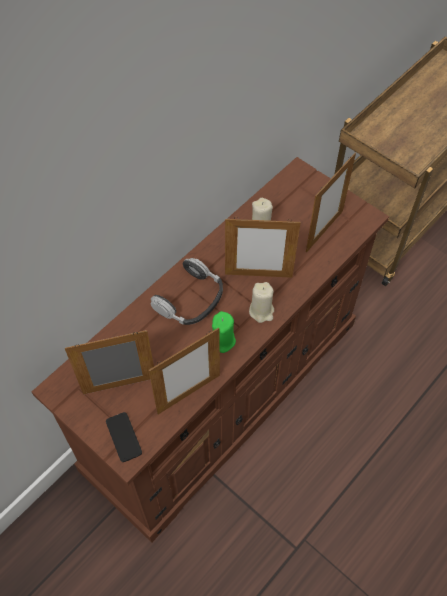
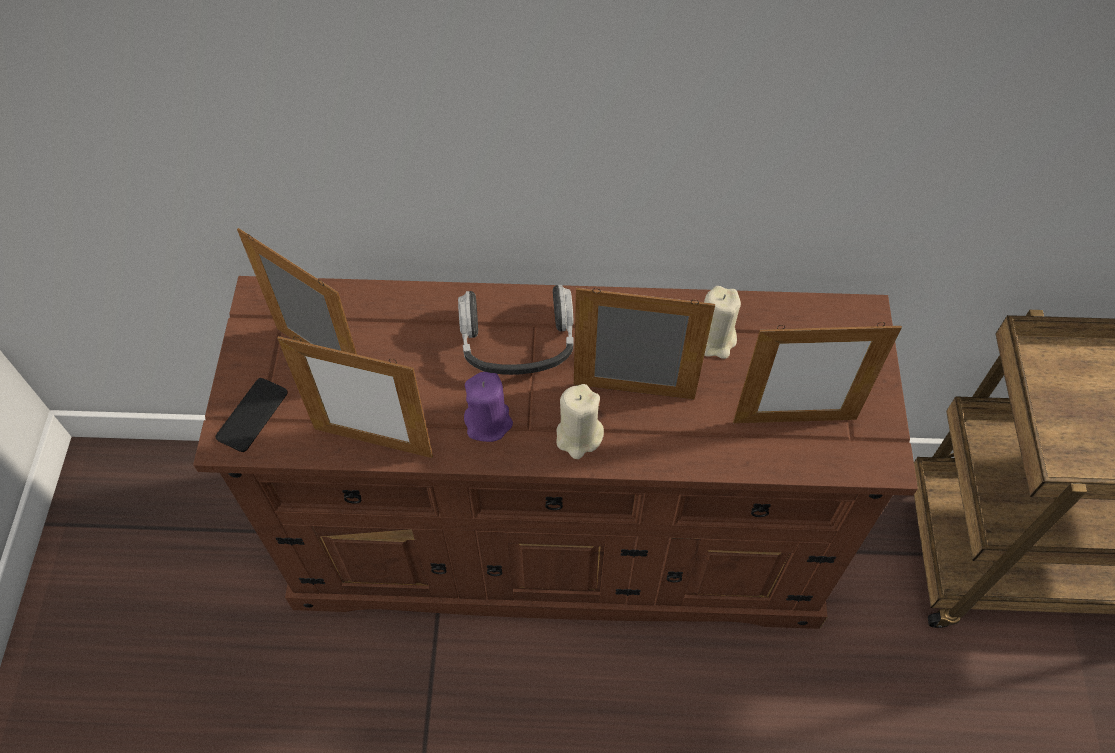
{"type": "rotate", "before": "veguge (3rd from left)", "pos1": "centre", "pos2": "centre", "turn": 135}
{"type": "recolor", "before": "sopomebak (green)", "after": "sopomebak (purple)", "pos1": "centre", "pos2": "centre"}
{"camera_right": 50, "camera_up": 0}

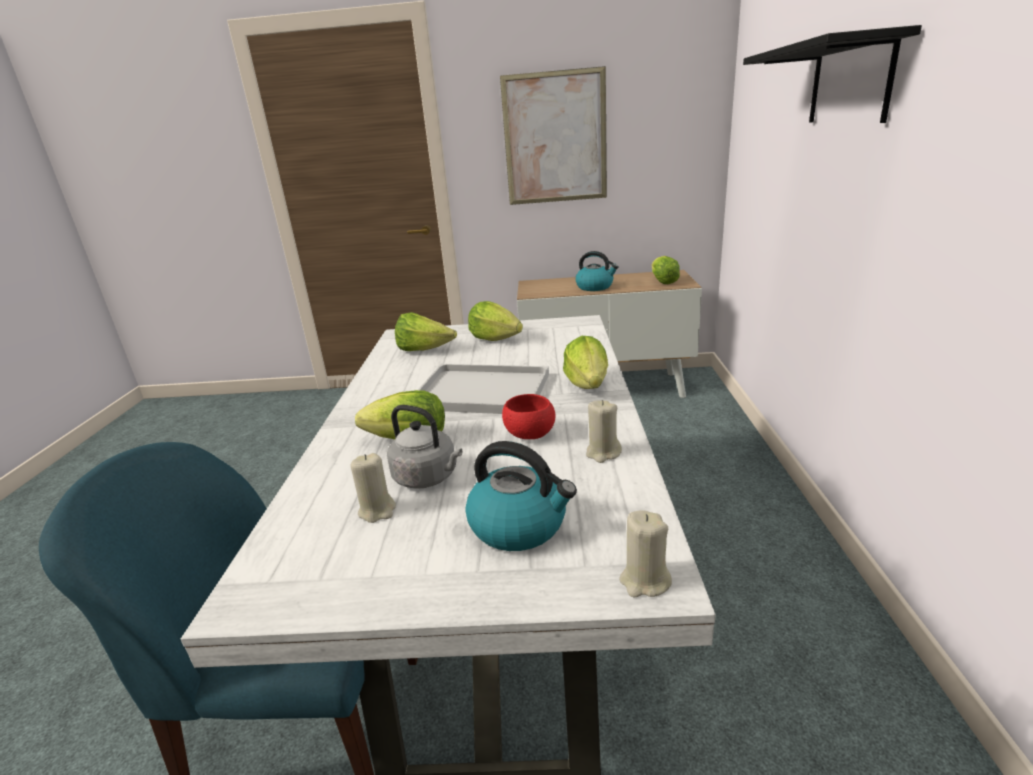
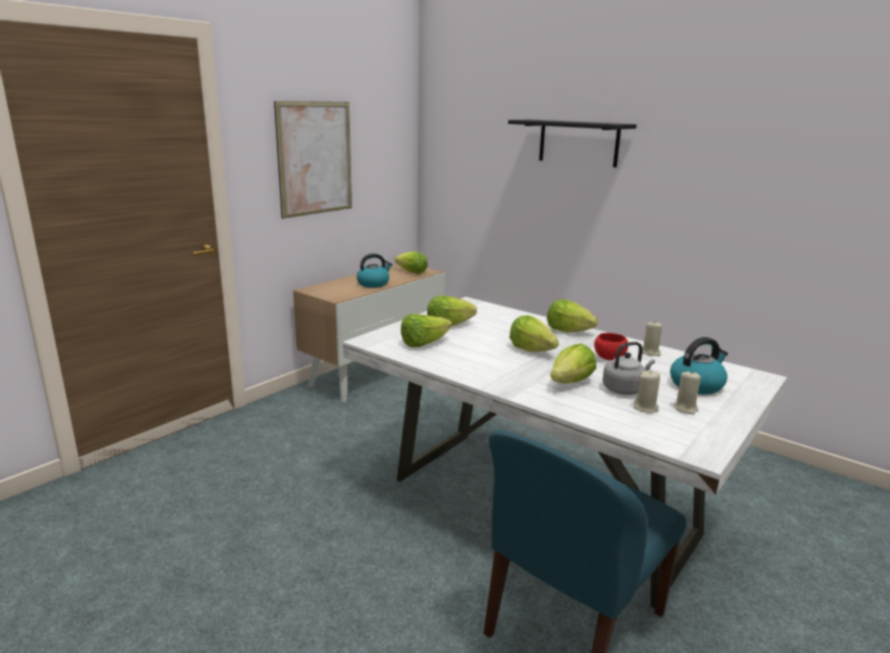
{"type": "replace", "before": "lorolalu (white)", "after": "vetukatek (4th from left)", "pos1": "centre", "pos2": "centre"}
{"type": "move", "before": "sopomebak (beige) (3rd from left)", "pos1": "bottom centre", "pos2": "middle right"}
{"camera_right": -55, "camera_up": -5}

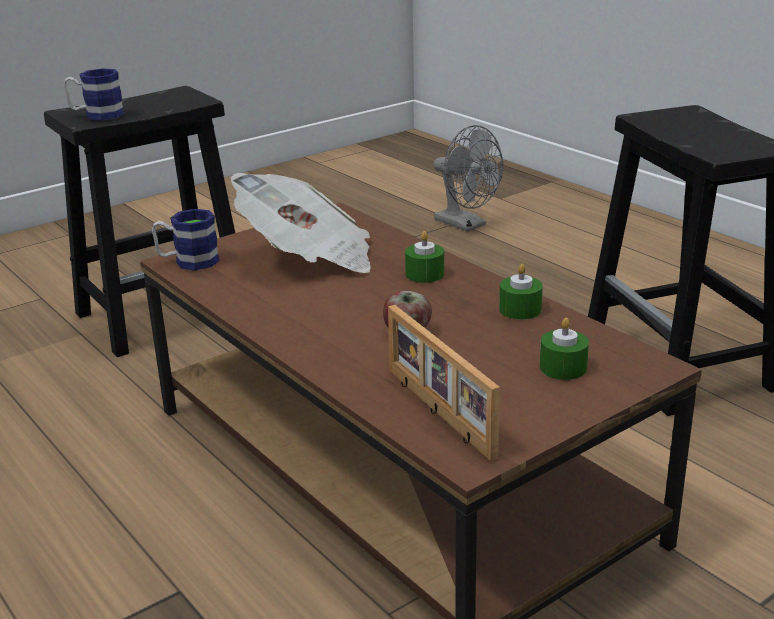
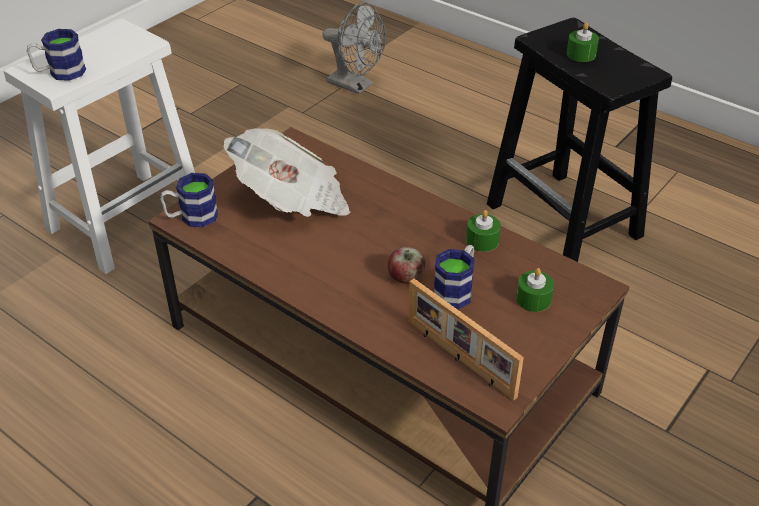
{"type": "recolor", "before": "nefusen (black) (1st from left)", "after": "nefusen (white)", "pos1": "middle left", "pos2": "top left"}
{"type": "move", "before": "sopomebak (green) (1st from left in the first image)", "after": "sopomebak (green) (3rd from left)", "pos1": "centre", "pos2": "top right"}
{"type": "insert", "after": "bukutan (3rd from left)", "pos2": "centre"}
{"camera_right": -15, "camera_up": 15}

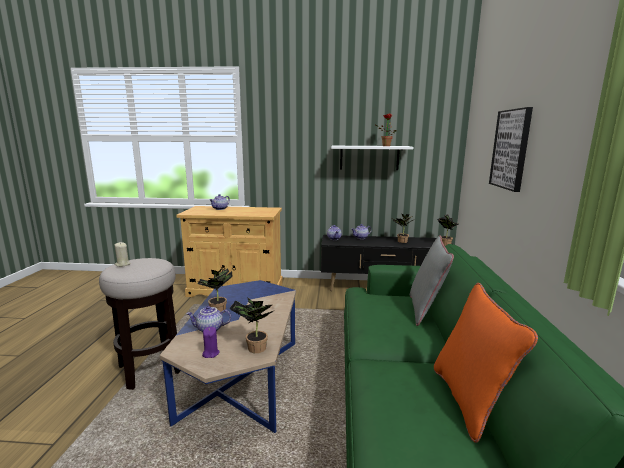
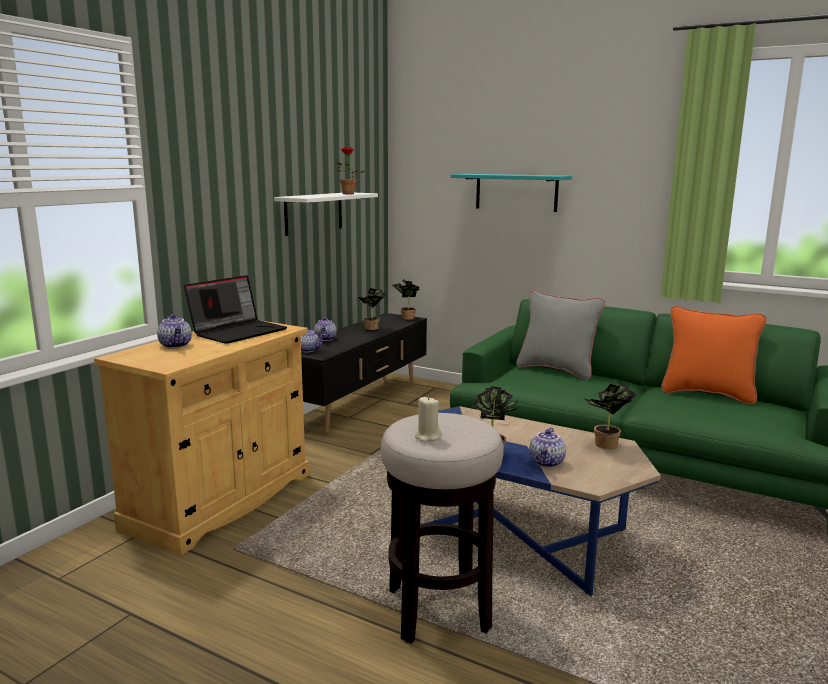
{"type": "replace", "before": "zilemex", "after": "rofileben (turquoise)", "pos1": "top right", "pos2": "top centre"}
{"type": "delete", "before": "sopomebak (purple)", "pos1": "bottom centre"}
{"type": "insert", "after": "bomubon", "pos2": "middle left"}
{"camera_right": -65, "camera_up": 0}

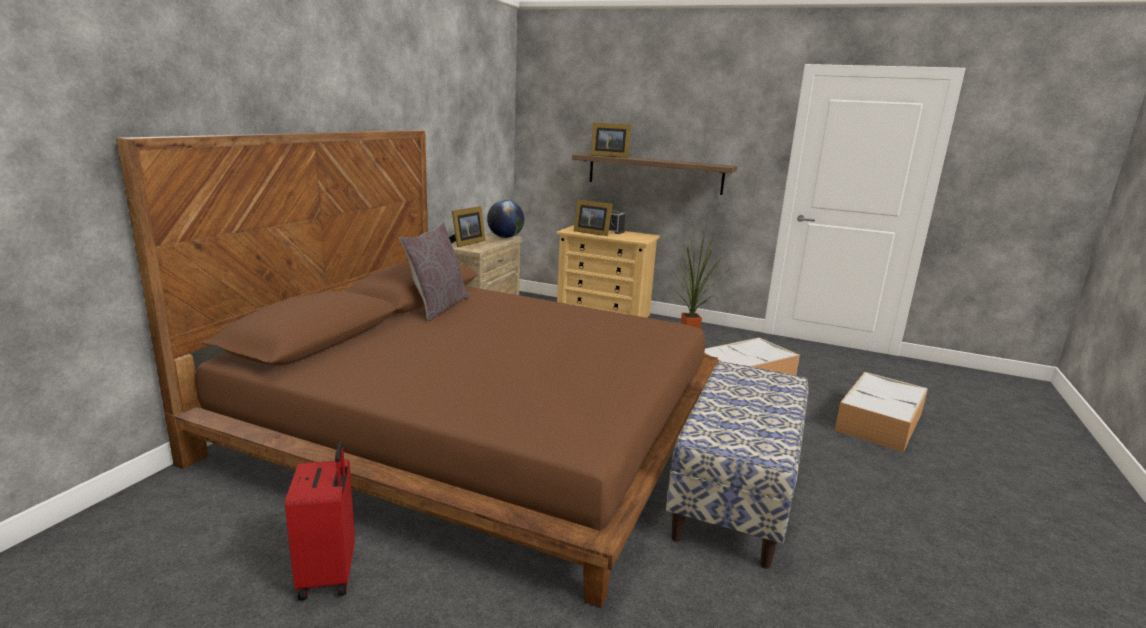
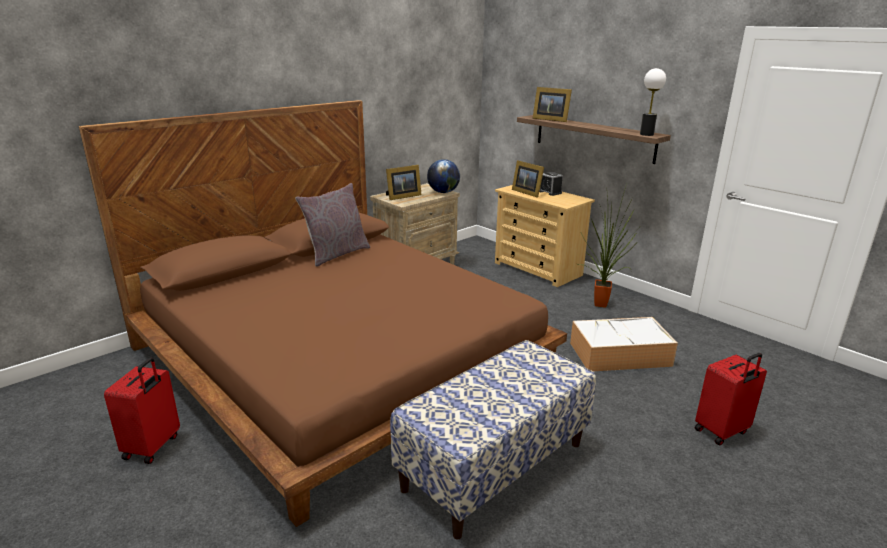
{"type": "replace", "before": "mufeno (2nd from left)", "after": "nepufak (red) (2nd from left)", "pos1": "middle right", "pos2": "bottom right"}
{"type": "insert", "after": "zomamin", "pos2": "top right"}
{"camera_right": 25, "camera_up": 5}

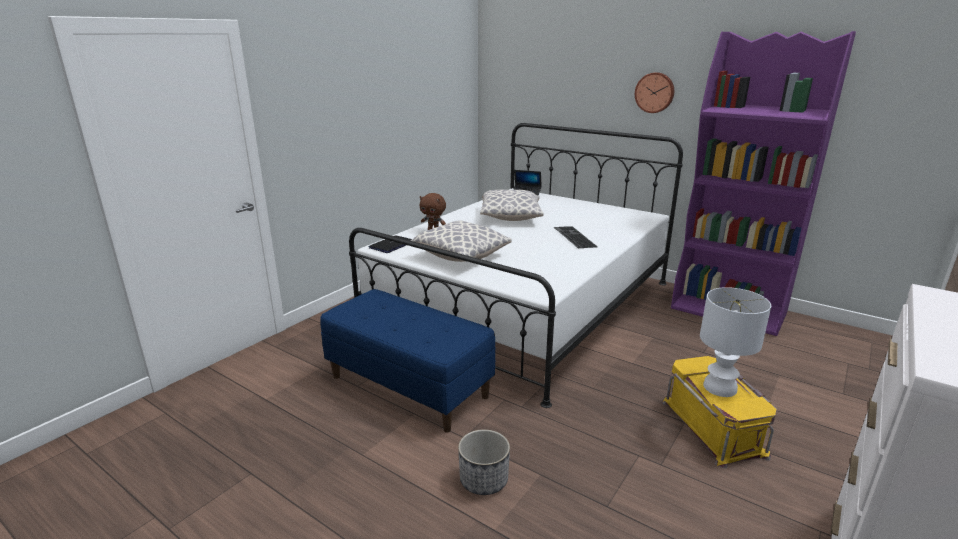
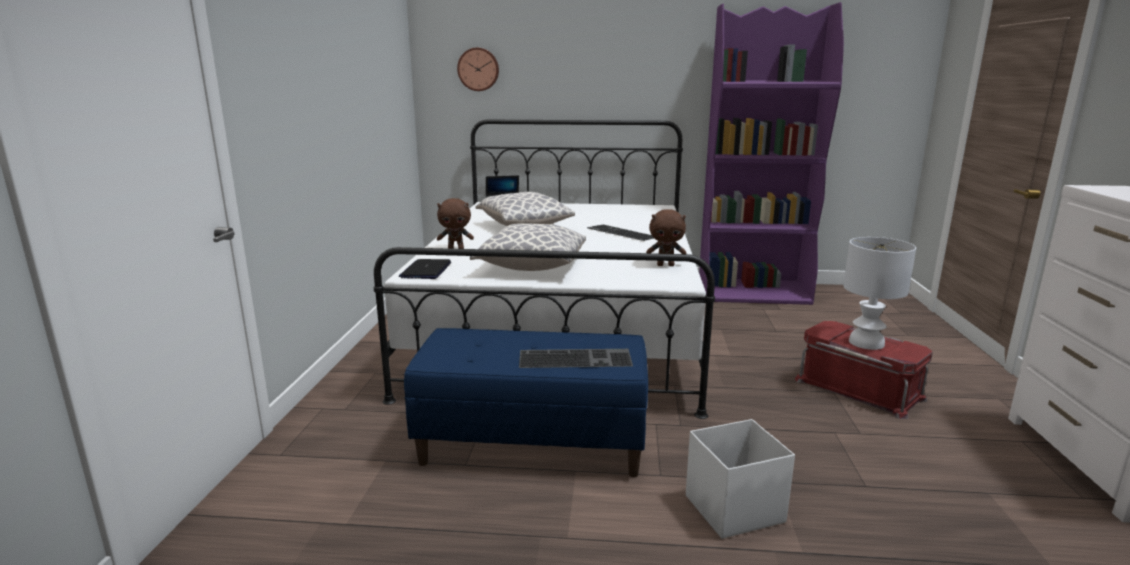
{"type": "move", "before": "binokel", "pos1": "top right", "pos2": "top centre"}
{"type": "recolor", "before": "mufeno (yellow)", "after": "mufeno (red)", "pos1": "bottom right", "pos2": "middle right"}
{"type": "replace", "before": "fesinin", "after": "mufeno (white)", "pos1": "bottom centre", "pos2": "bottom centre"}
{"type": "insert", "after": "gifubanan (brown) (2nd from left)", "pos2": "centre"}
{"type": "insert", "after": "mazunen (1st from left)", "pos2": "centre"}
{"camera_right": -30, "camera_up": -5}

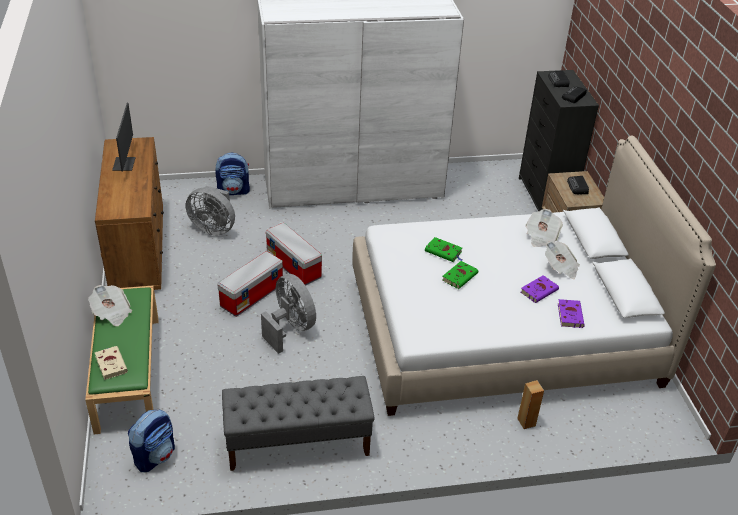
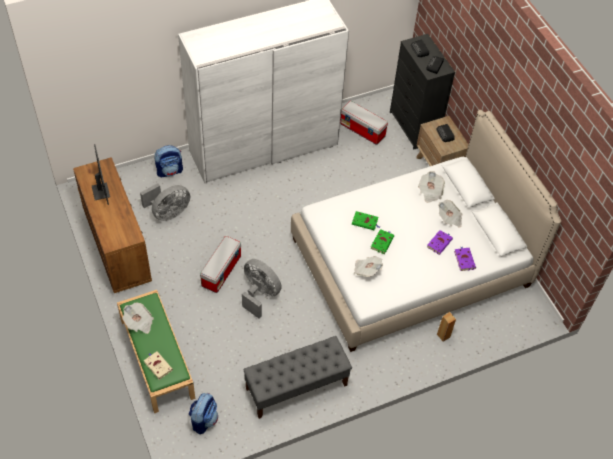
{"type": "rotate", "before": "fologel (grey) (1st from left)", "pos1": "middle left", "pos2": "middle left", "turn": -45}
{"type": "move", "before": "mufeno (2nd from left)", "pos1": "centre", "pos2": "top centre"}
{"type": "insert", "after": "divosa (2nd from left)", "pos2": "centre"}
{"camera_right": -15, "camera_up": 15}

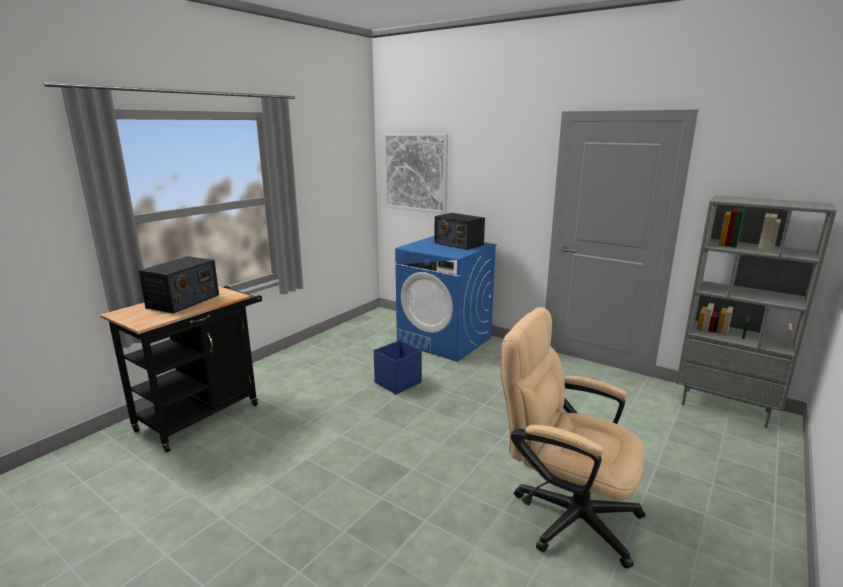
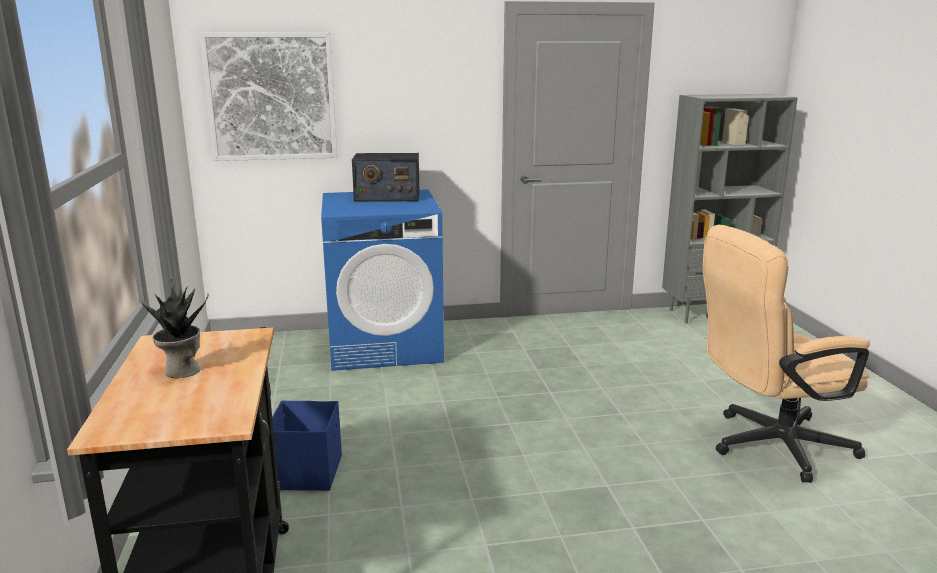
{"type": "replace", "before": "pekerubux (1st from left)", "after": "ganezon", "pos1": "middle left", "pos2": "middle left"}
{"type": "move", "before": "mufeno (blue)", "pos1": "centre", "pos2": "bottom left"}
{"camera_right": -45, "camera_up": 0}

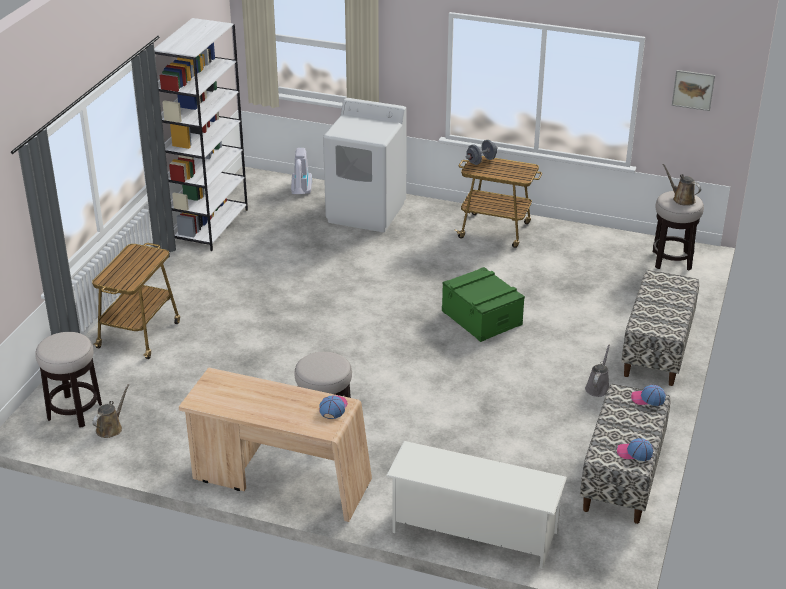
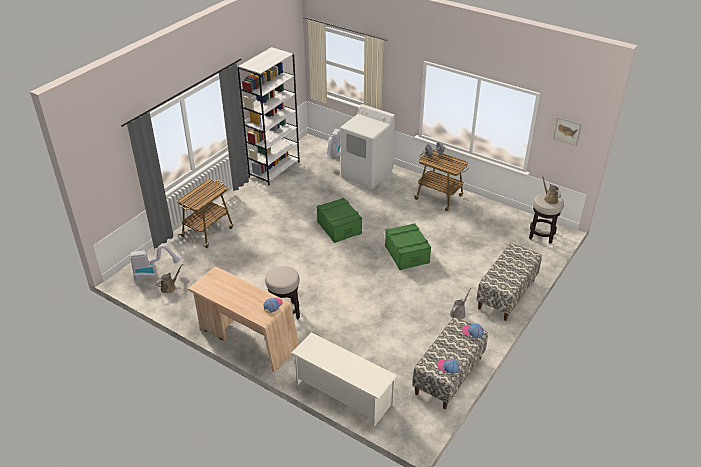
{"type": "replace", "before": "nefusen (1st from left)", "after": "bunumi (1st from left)", "pos1": "middle left", "pos2": "middle left"}
{"type": "insert", "after": "mufeno (green) (1st from left)", "pos2": "centre"}
{"camera_right": 15, "camera_up": 5}

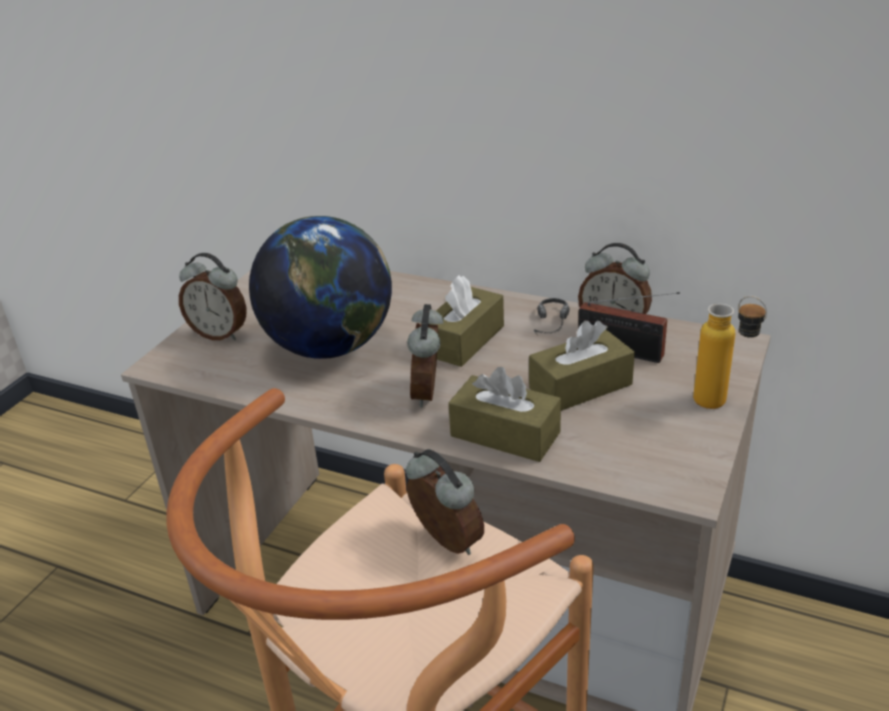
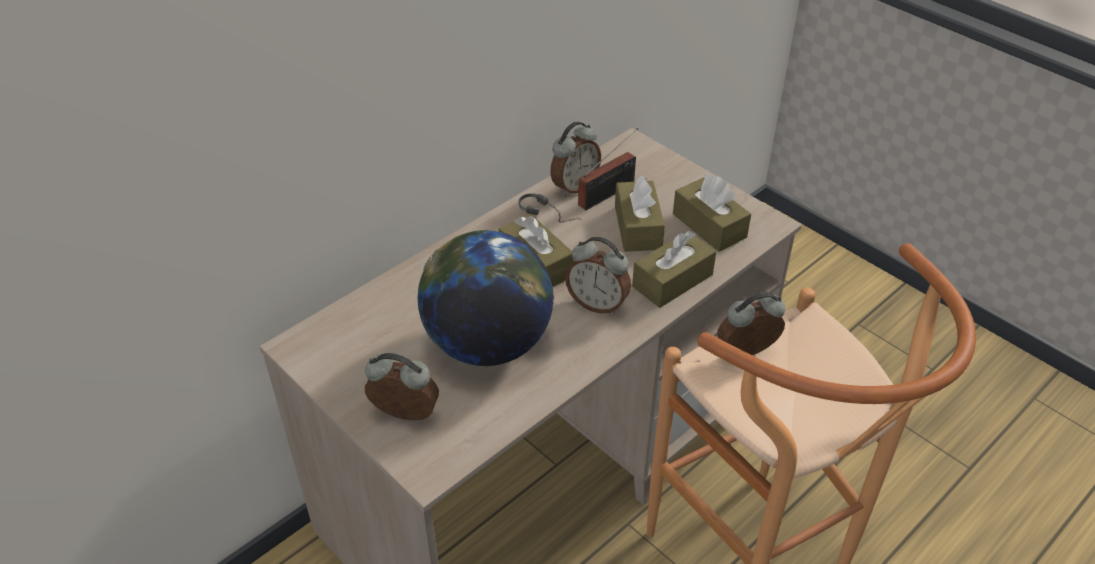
{"type": "rotate", "before": "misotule (1st from left)", "pos1": "middle left", "pos2": "bottom centre", "turn": -120}
{"type": "delete", "before": "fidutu", "pos1": "middle right"}
{"type": "insert", "after": "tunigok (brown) (4th from left)", "pos2": "centre"}
{"camera_right": -70, "camera_up": 10}

